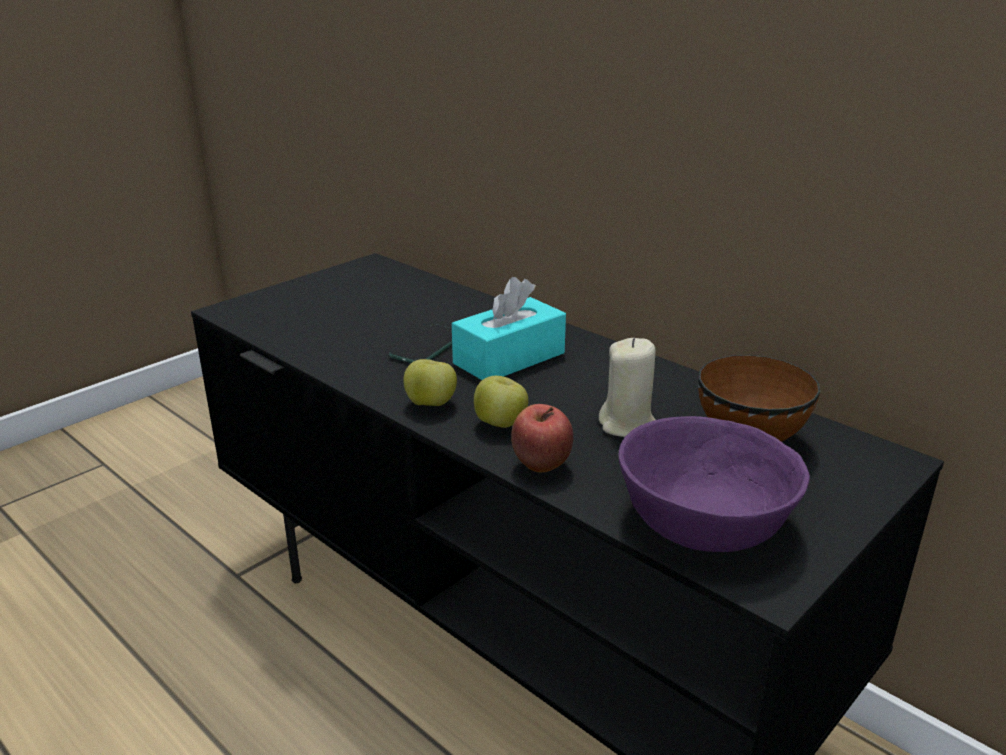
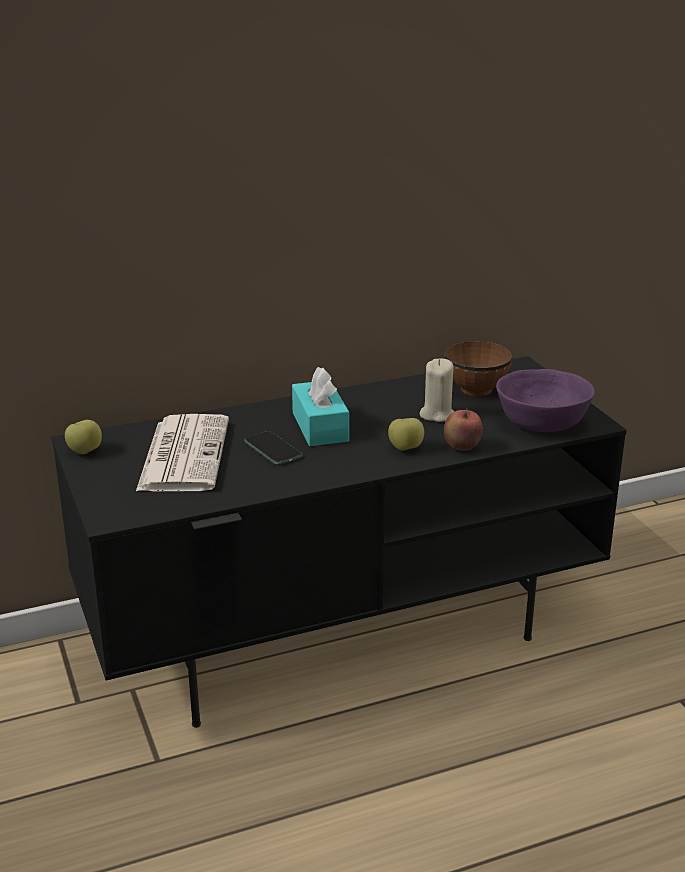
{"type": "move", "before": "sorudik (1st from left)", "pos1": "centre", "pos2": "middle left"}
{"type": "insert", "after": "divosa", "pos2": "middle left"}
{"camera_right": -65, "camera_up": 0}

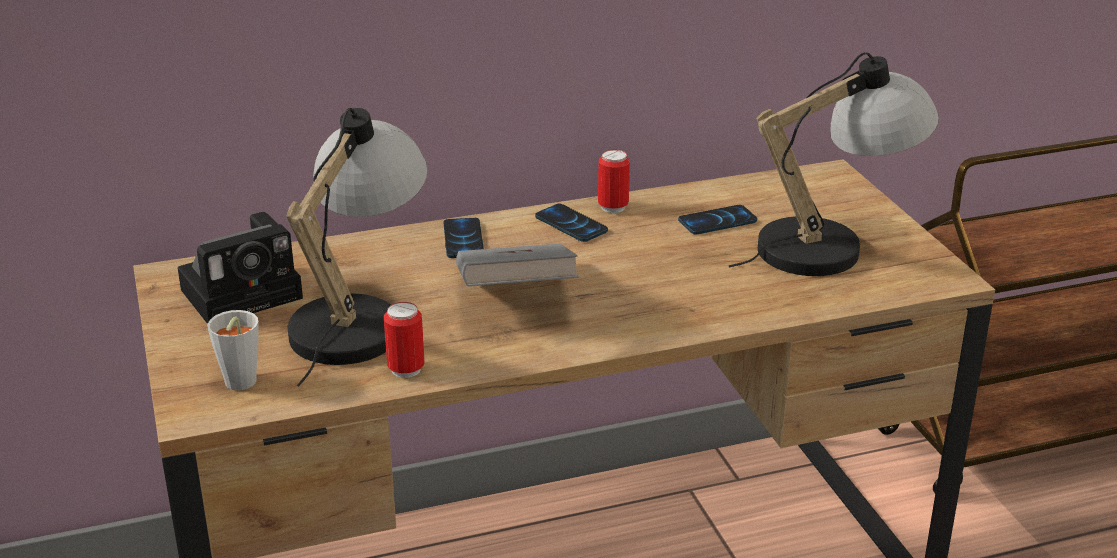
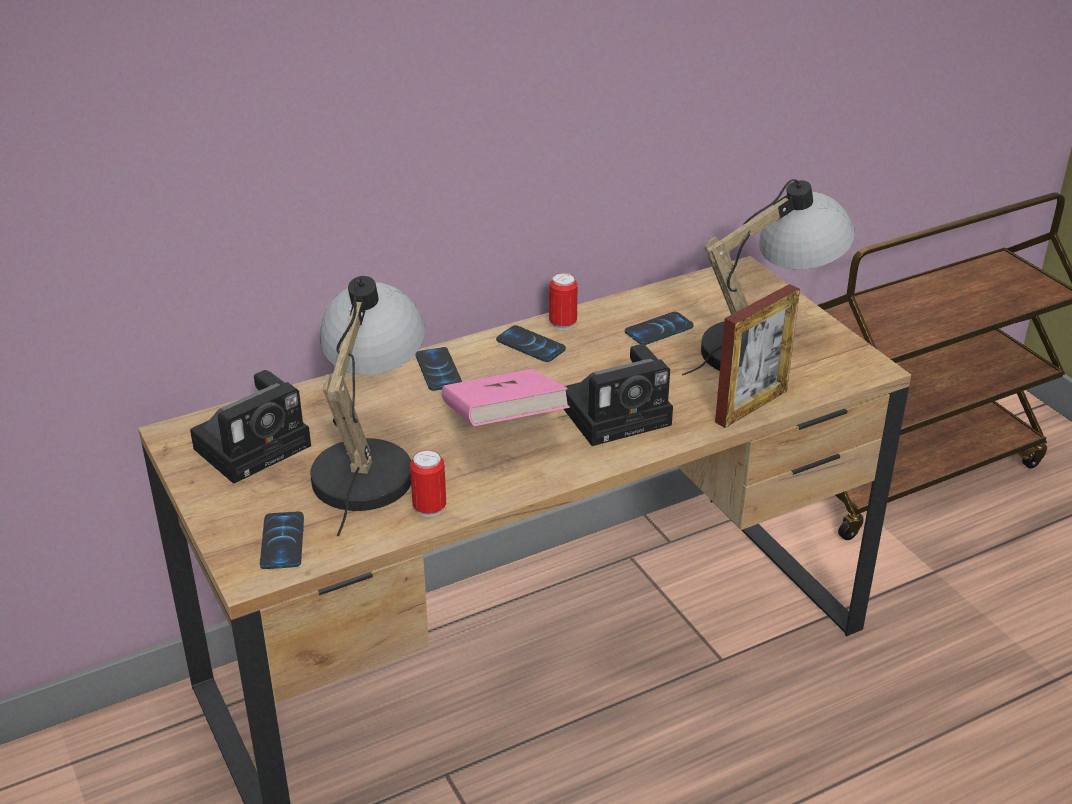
{"type": "recolor", "before": "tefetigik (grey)", "after": "tefetigik (pink)", "pos1": "centre", "pos2": "centre"}
{"type": "replace", "before": "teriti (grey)", "after": "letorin (1st from left)", "pos1": "middle left", "pos2": "bottom left"}
{"type": "insert", "after": "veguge", "pos2": "middle right"}
{"type": "insert", "after": "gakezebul (2nd from left)", "pos2": "centre"}
{"camera_right": -10, "camera_up": 5}

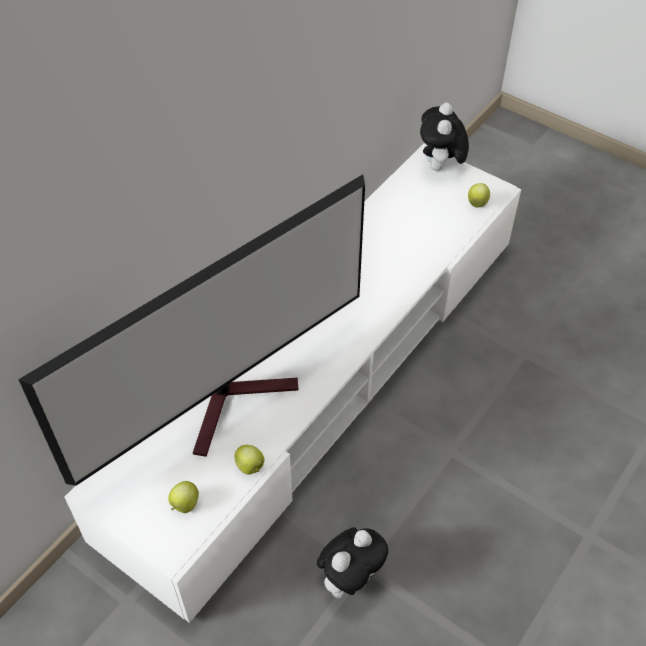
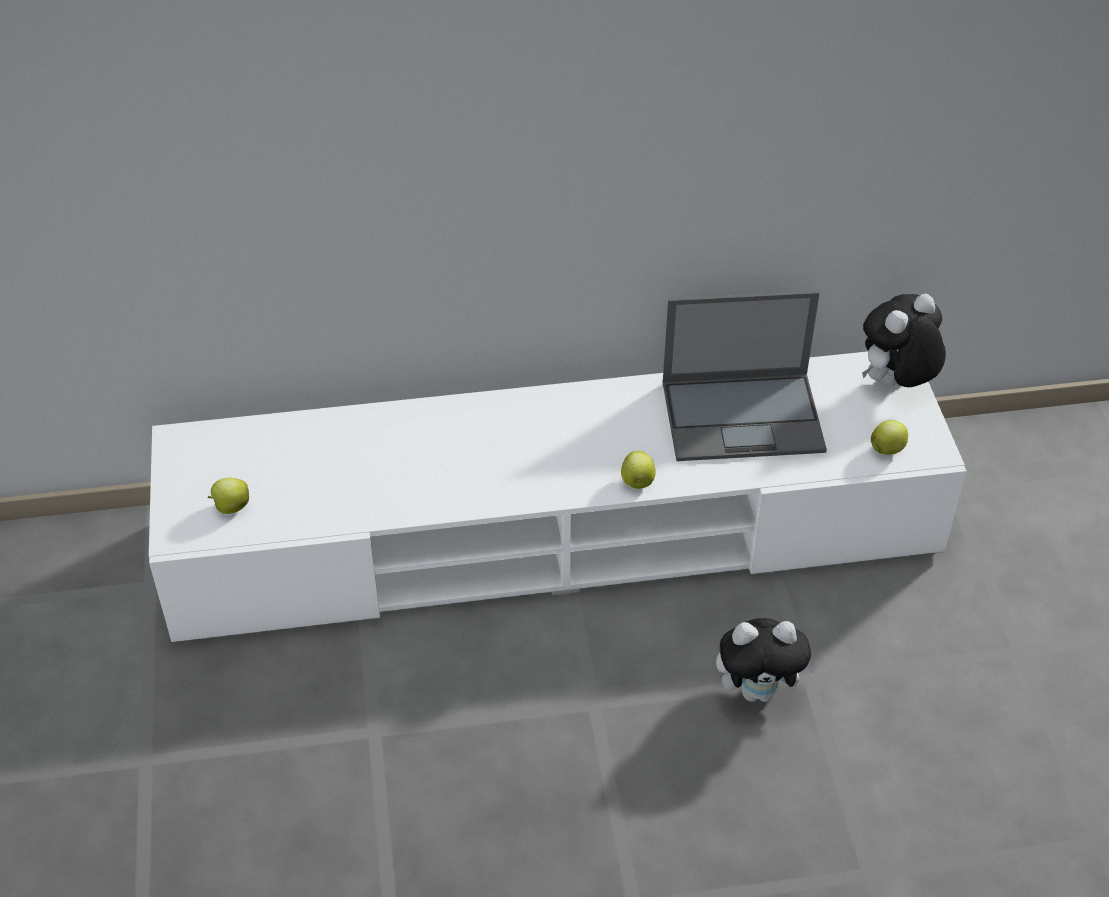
{"type": "delete", "before": "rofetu", "pos1": "middle left"}
{"type": "move", "before": "sorudik (2nd from left)", "pos1": "bottom centre", "pos2": "centre"}
{"type": "move", "before": "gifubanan (1st from left)", "pos1": "bottom centre", "pos2": "bottom right"}
{"type": "insert", "after": "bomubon", "pos2": "middle right"}
{"camera_right": 45, "camera_up": -5}

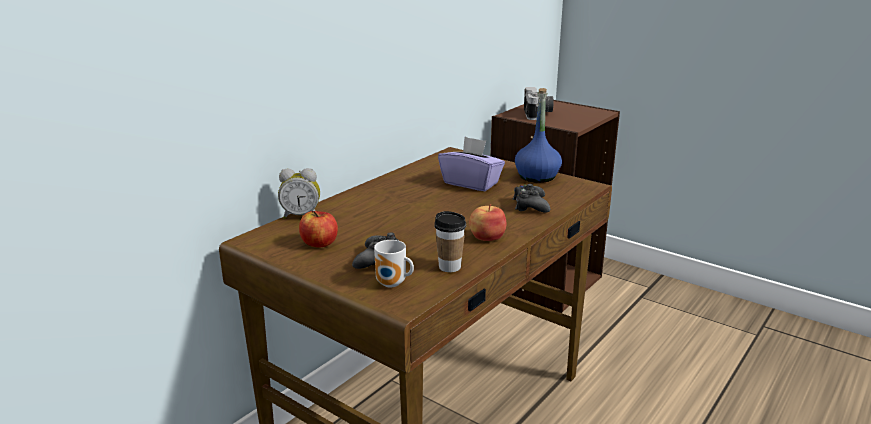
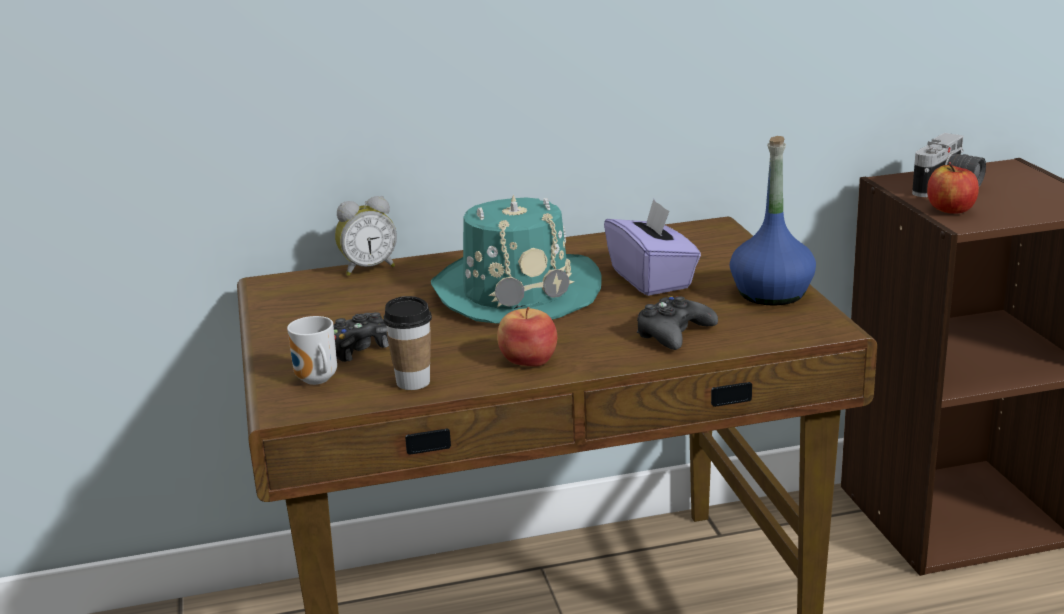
{"type": "rotate", "before": "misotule", "pos1": "centre", "pos2": "centre", "turn": -60}
{"type": "move", "before": "sorudik (1st from left in the first image)", "after": "sorudik (2nd from left)", "pos1": "centre", "pos2": "top right"}
{"type": "insert", "after": "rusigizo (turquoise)", "pos2": "centre"}
{"camera_right": 40, "camera_up": 0}

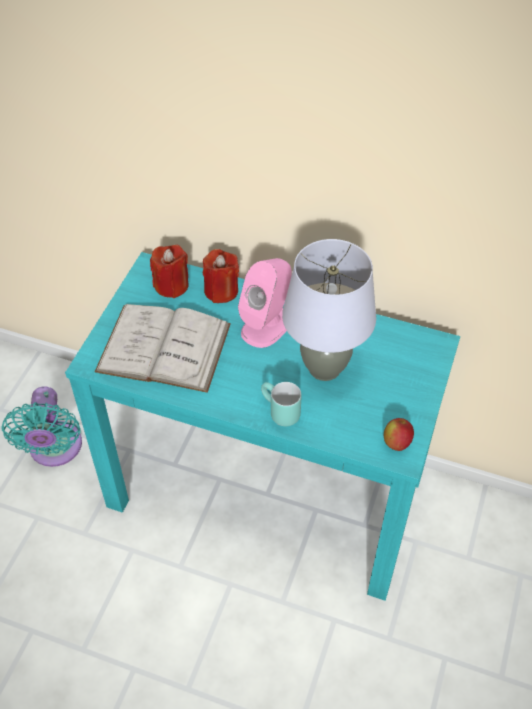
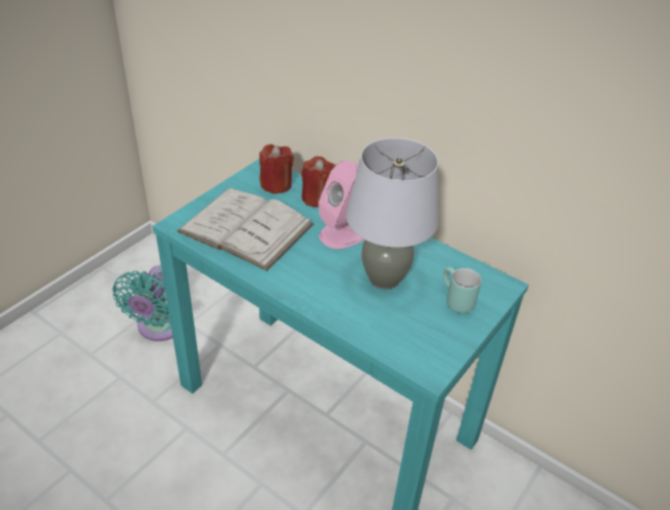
{"type": "move", "before": "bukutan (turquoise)", "pos1": "centre", "pos2": "middle right"}
{"type": "delete", "before": "sorudik", "pos1": "middle right"}
{"camera_right": 15, "camera_up": -10}

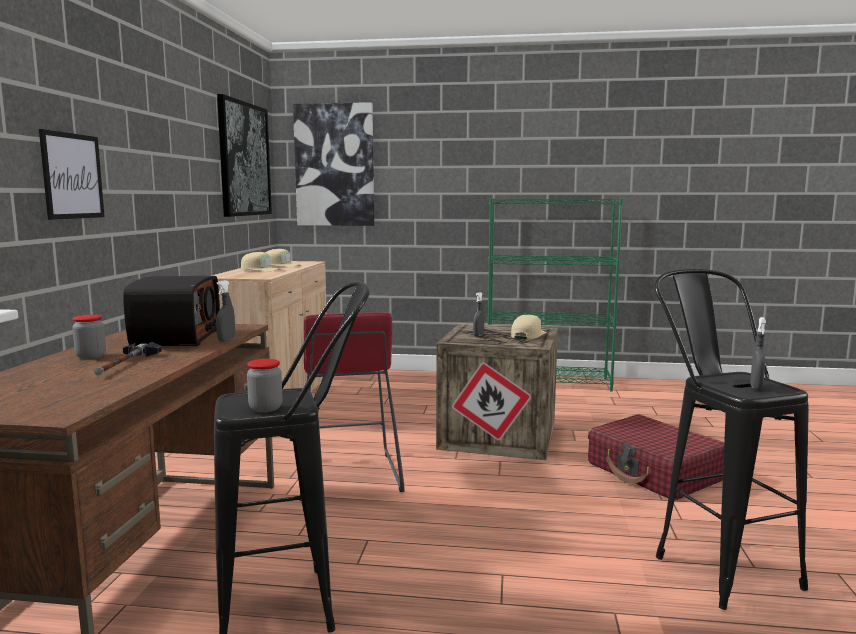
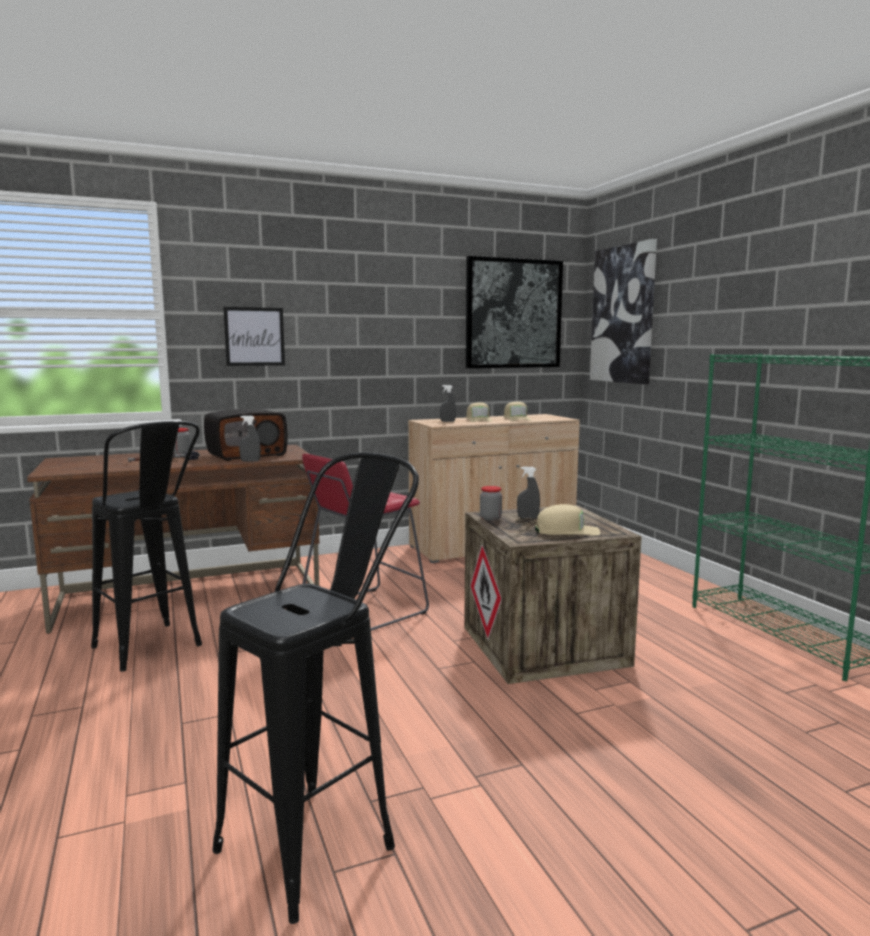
{"type": "move", "before": "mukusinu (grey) (3rd from left in the first image)", "after": "mukusinu (grey) (2nd from left)", "pos1": "middle right", "pos2": "centre"}
{"type": "move", "before": "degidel (2nd from left)", "pos1": "middle left", "pos2": "centre"}
{"type": "delete", "before": "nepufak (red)", "pos1": "bottom right"}
{"camera_right": 60, "camera_up": 0}

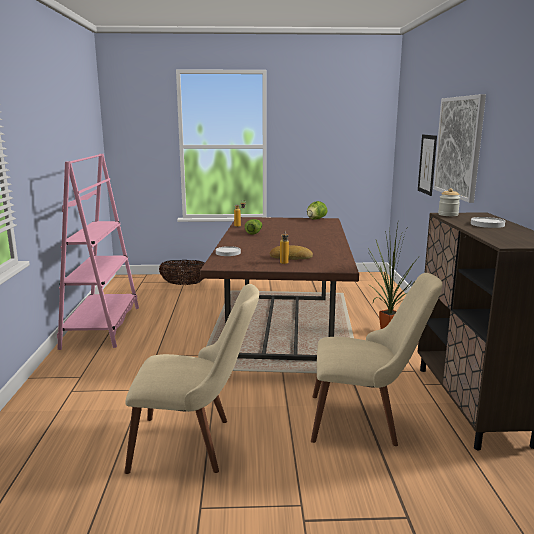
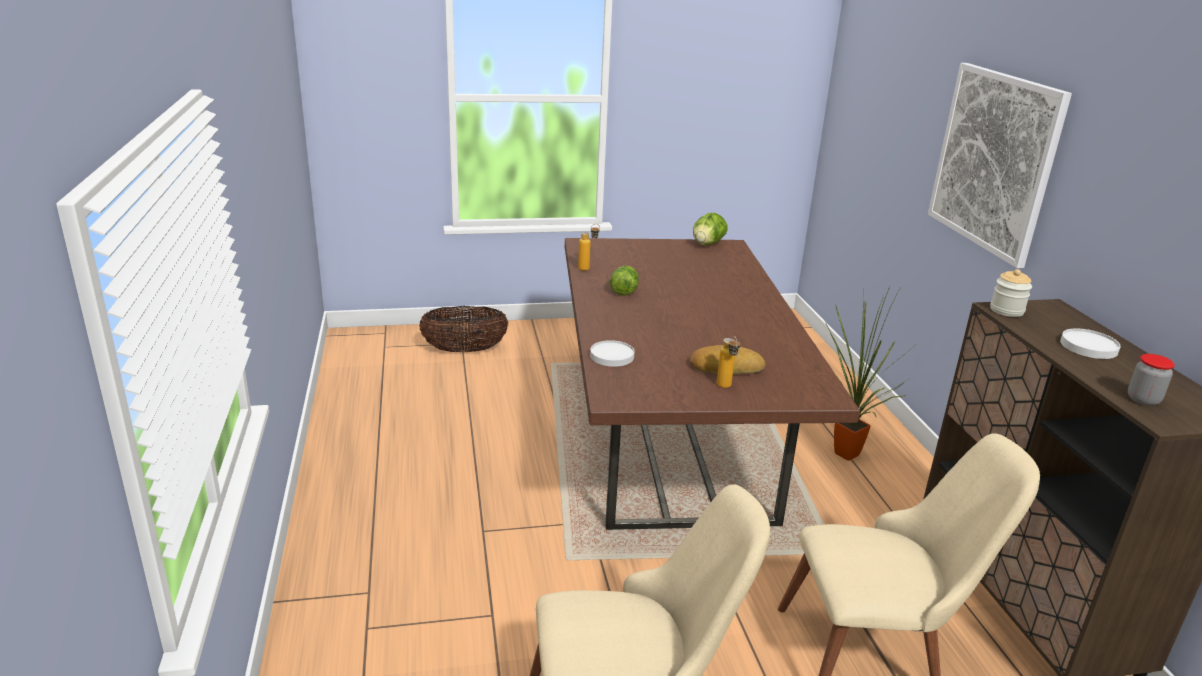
{"type": "delete", "before": "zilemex (1st from left)", "pos1": "top right"}
{"type": "delete", "before": "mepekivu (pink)", "pos1": "middle left"}
{"type": "insert", "after": "degidel (2nd from left)", "pos2": "middle right"}
{"camera_right": -10, "camera_up": 10}

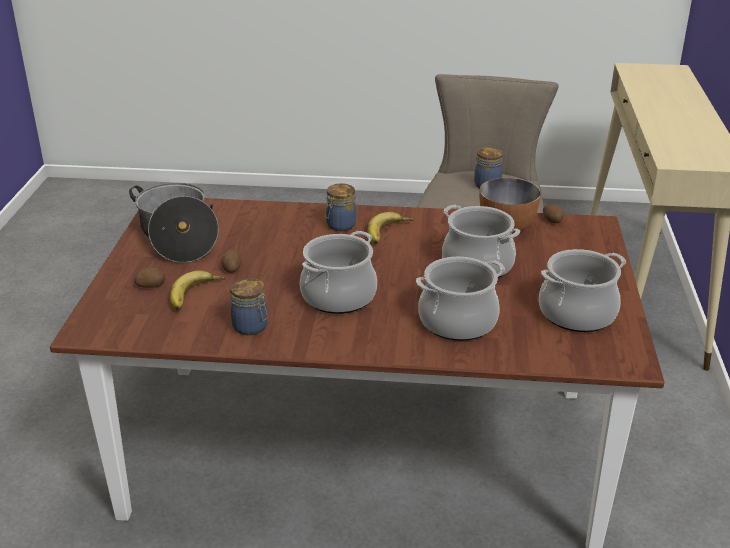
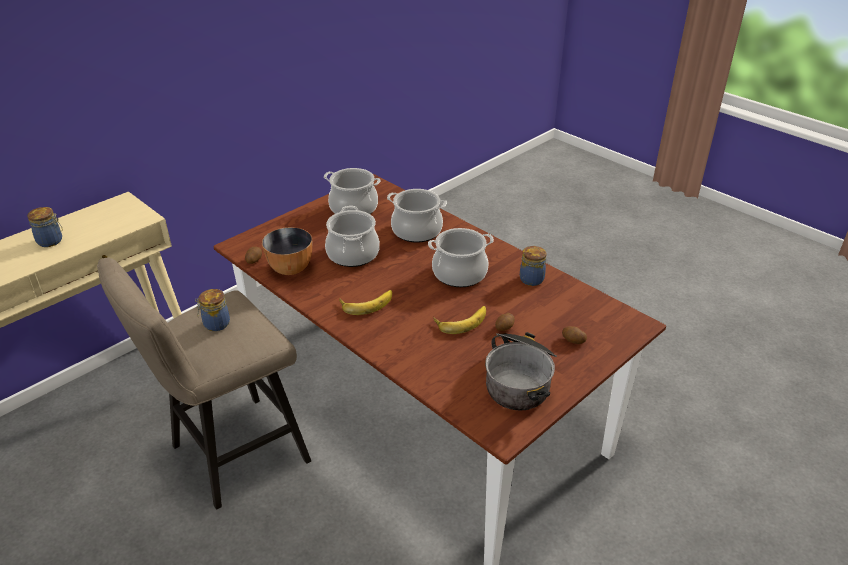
{"type": "move", "before": "degidel (2nd from left in the first image)", "after": "degidel (1st from left)", "pos1": "centre", "pos2": "middle left"}
{"type": "move", "before": "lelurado (1st from left in the first image)", "after": "lelurado (2nd from left)", "pos1": "middle left", "pos2": "centre"}
{"camera_right": -140, "camera_up": 5}

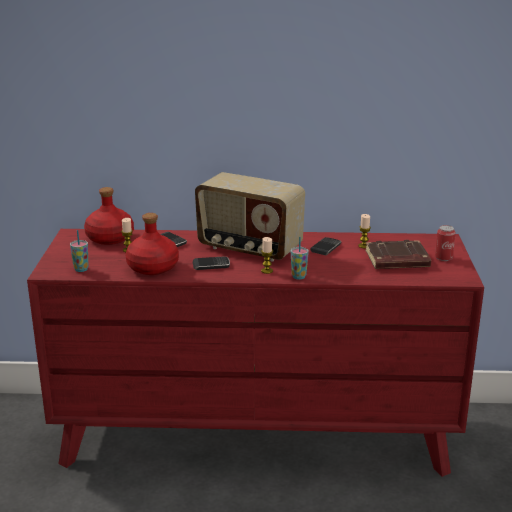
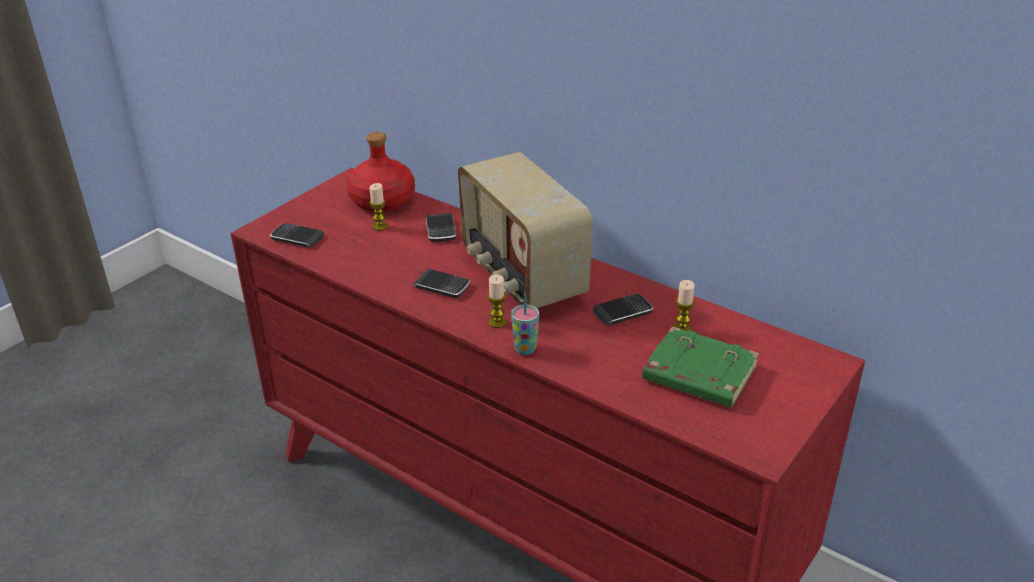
{"type": "delete", "before": "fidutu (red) (2nd from left)", "pos1": "middle left"}
{"type": "delete", "before": "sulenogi", "pos1": "middle right"}
{"type": "replace", "before": "teriti (1st from left)", "after": "letorin (1st from left)", "pos1": "middle left", "pos2": "middle left"}
{"type": "recolor", "before": "tefetigik (brown)", "after": "tefetigik (green)", "pos1": "middle right", "pos2": "middle right"}
{"camera_right": 35, "camera_up": 10}

